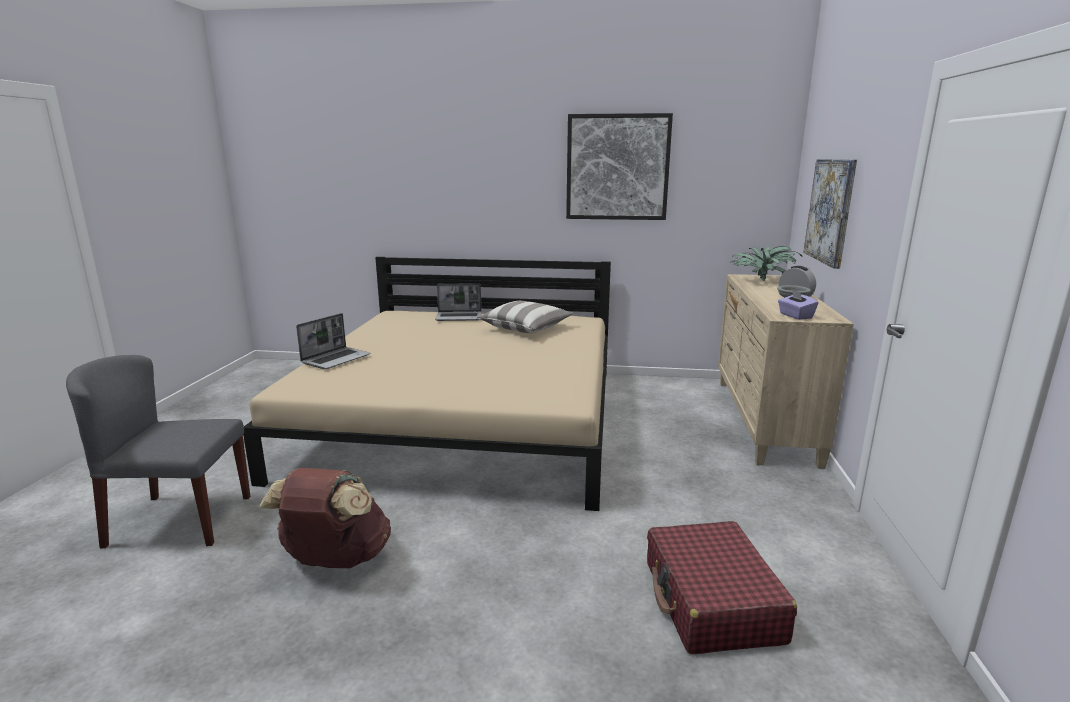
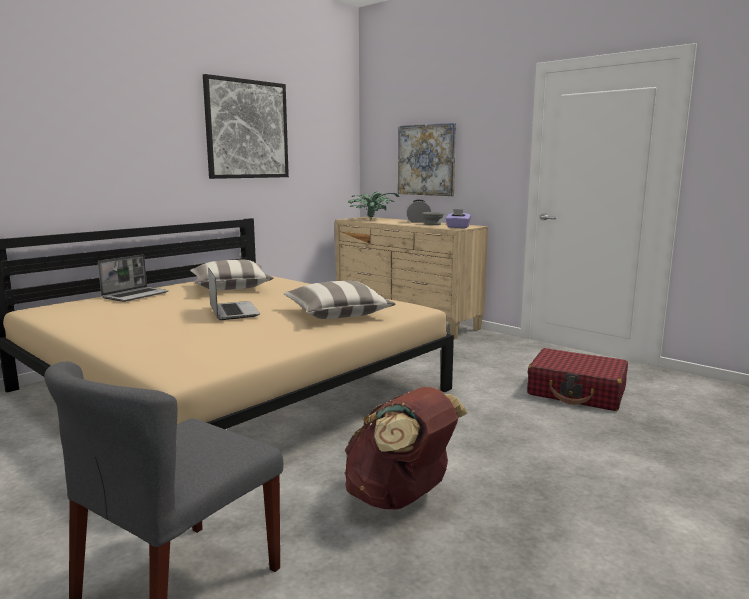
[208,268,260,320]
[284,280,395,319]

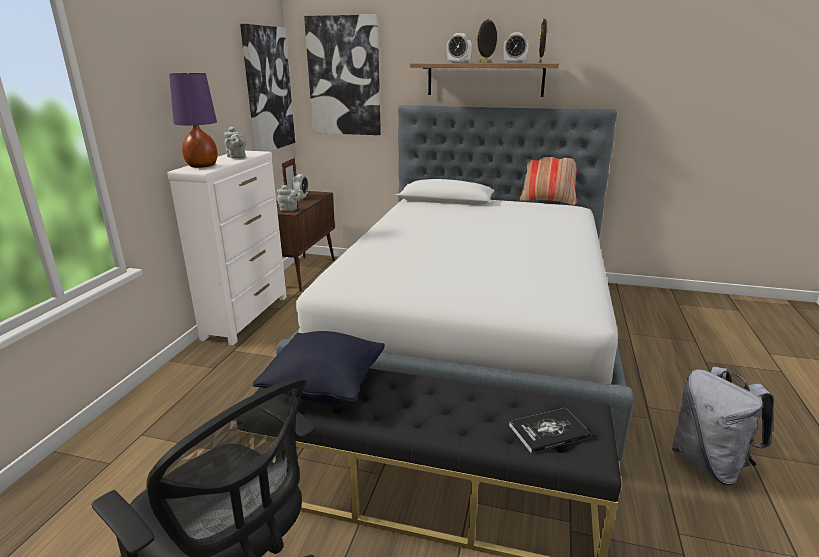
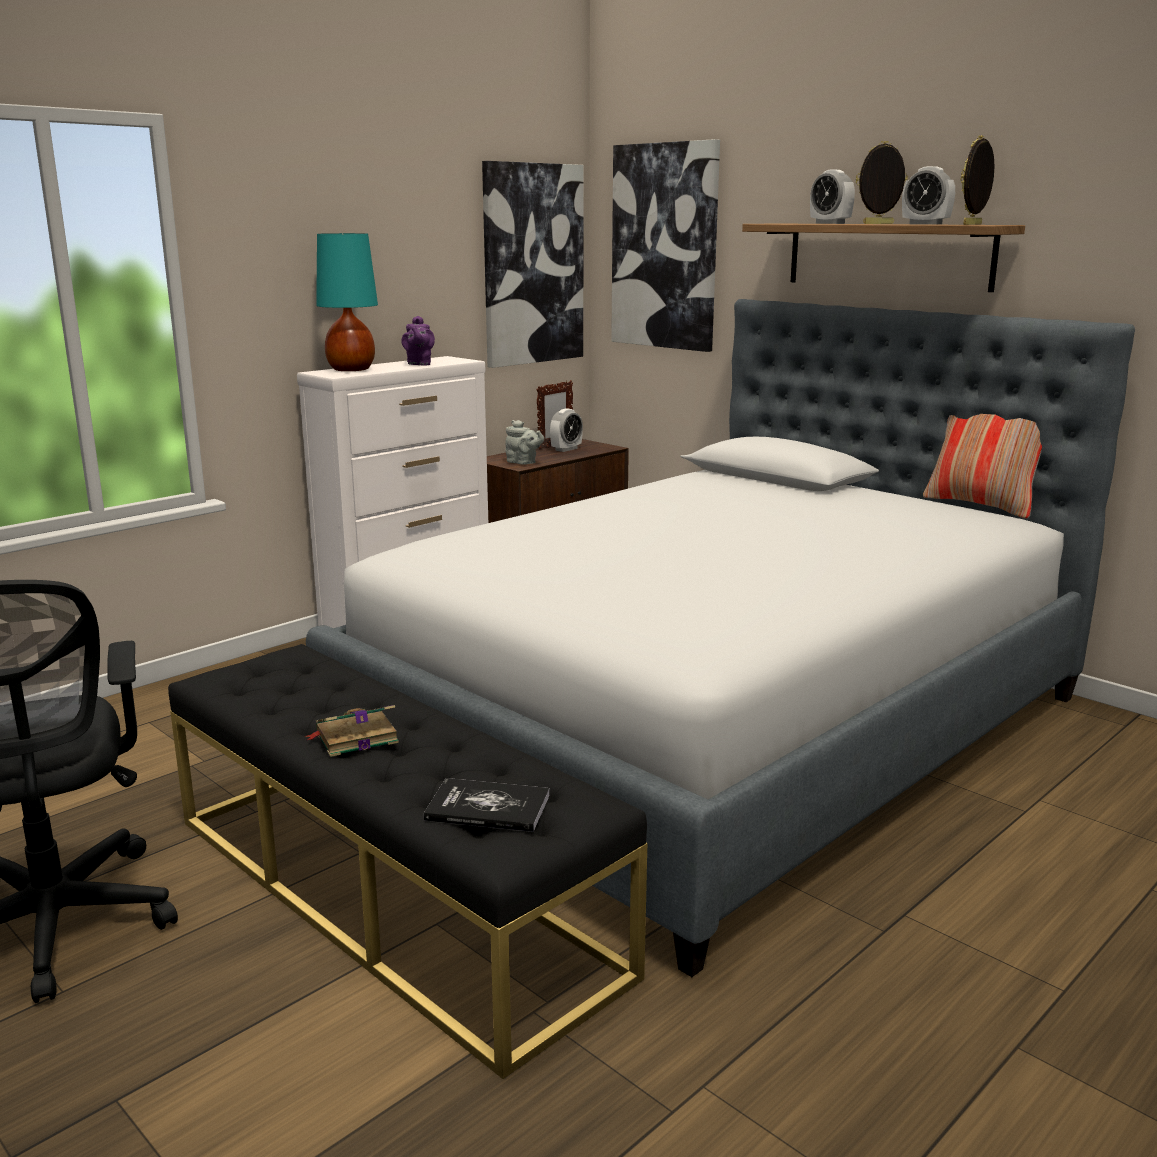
[316,233,378,371]
[401,316,435,366]
[253,331,385,404] (first image)
[672,366,774,485] (first image)
[305,705,399,757]

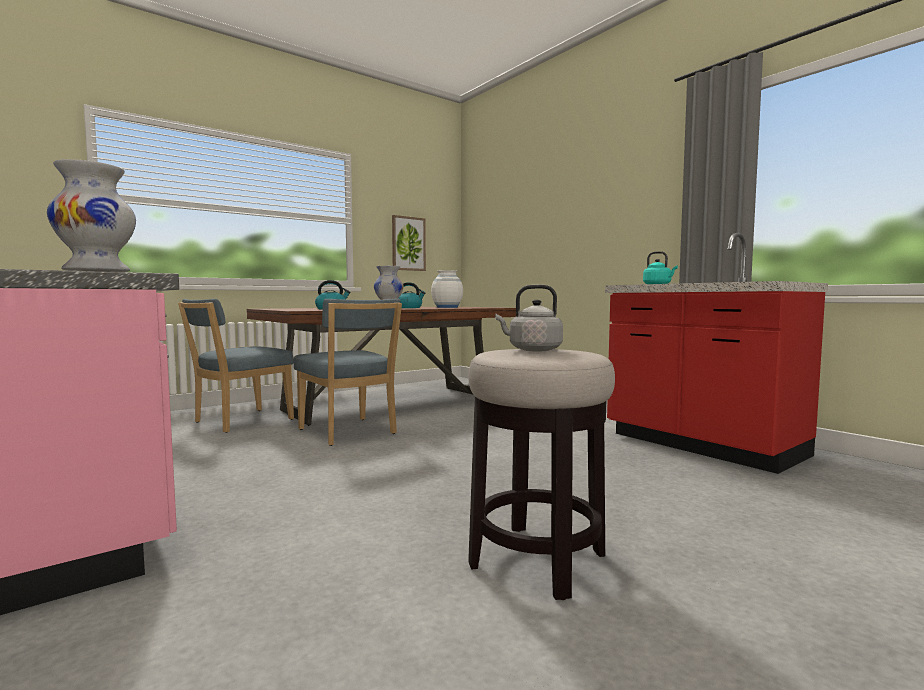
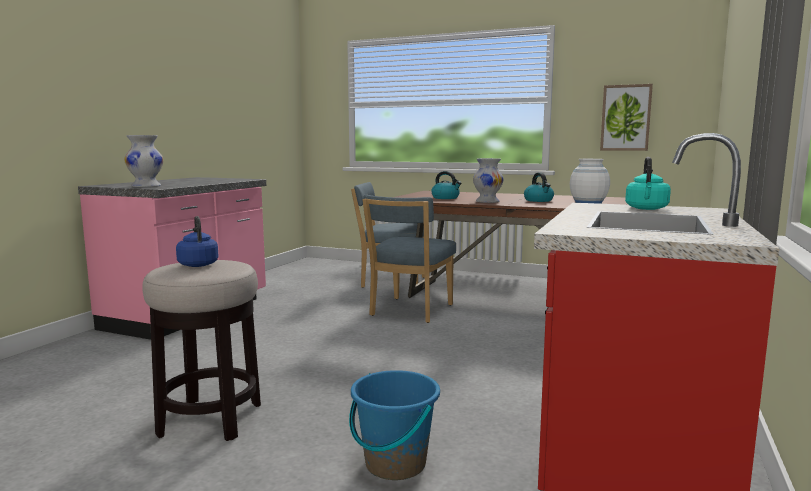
[176,216,218,267]
[349,370,440,480]

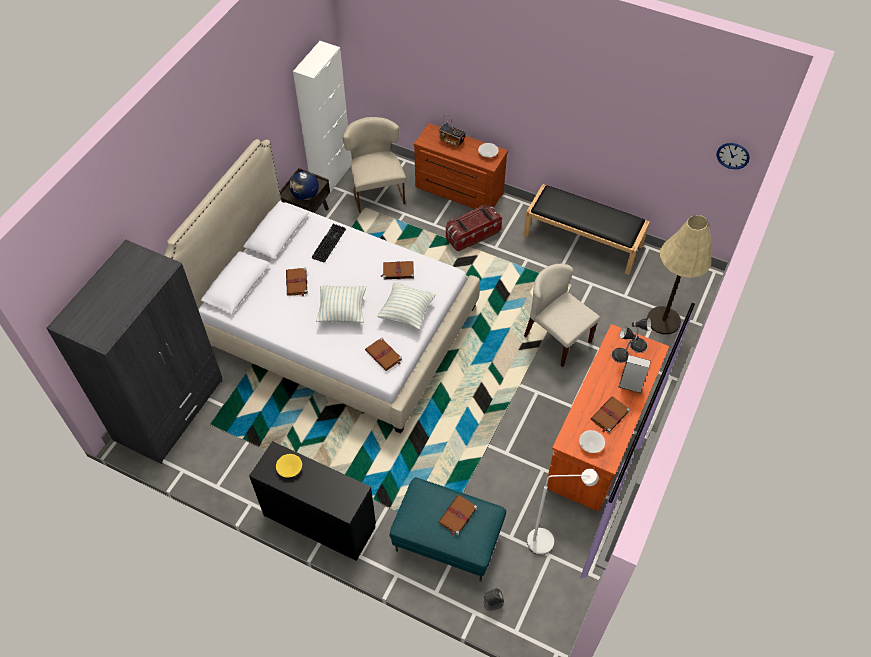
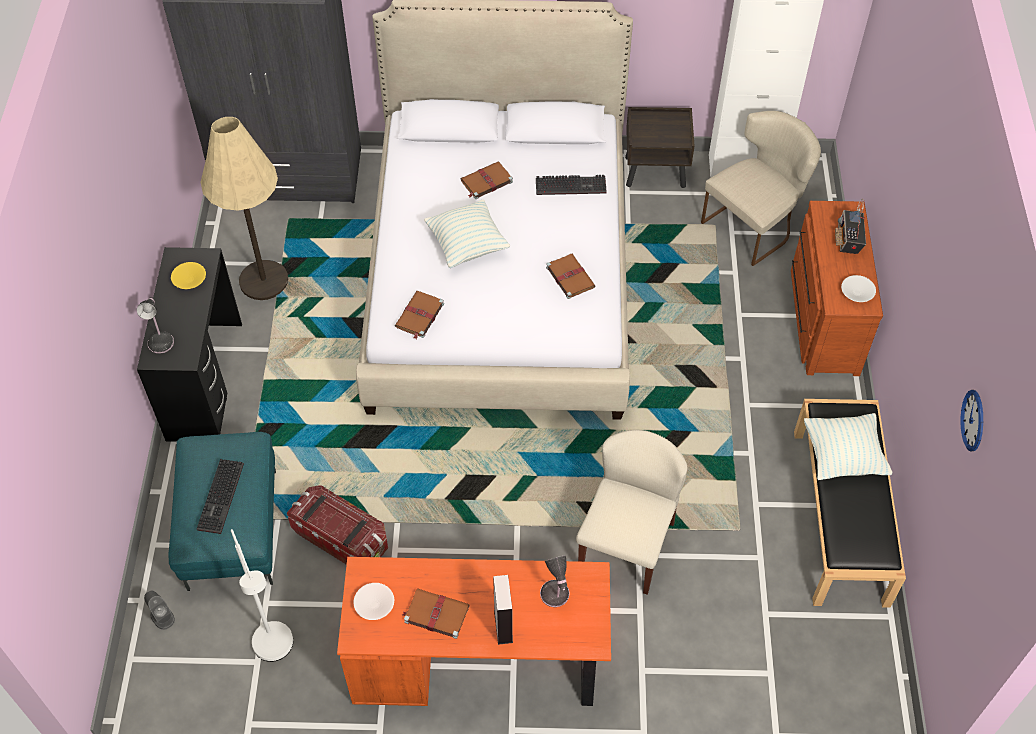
[289,171,319,201] (first image)
[804,413,892,480]
[197,459,244,534]
[287,485,388,565]
[137,297,174,354]
[200,117,288,300]
[960,390,983,451]

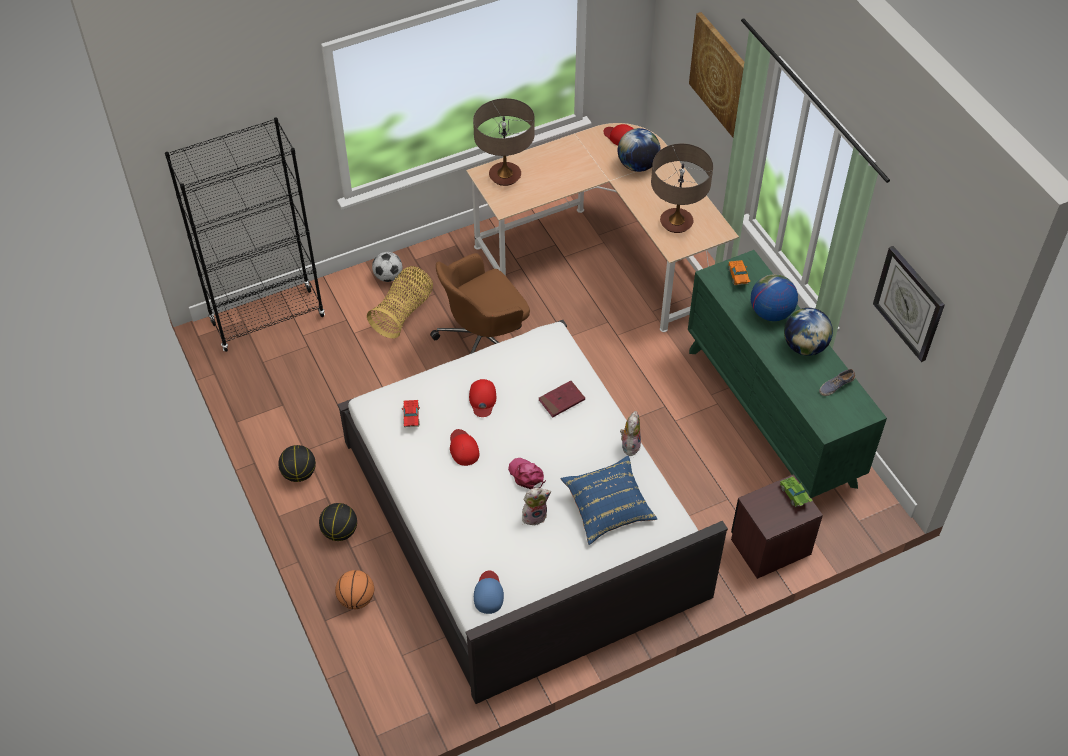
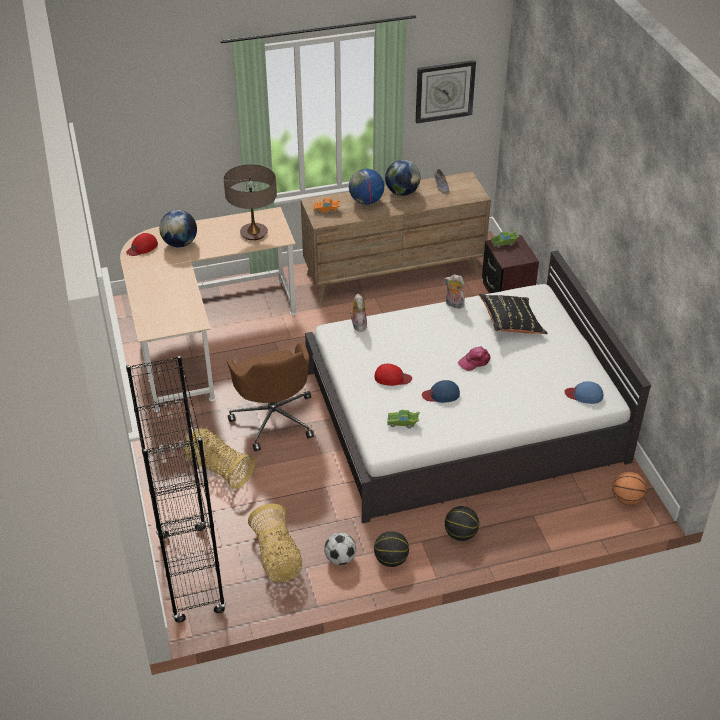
[612,471,647,505]
[324,533,356,565]
[387,410,420,429]
[422,380,460,403]
[473,98,535,186] (first image)
[350,294,367,332]
[539,380,585,418] (first image)
[478,294,548,334]
[301,172,491,304]
[689,12,744,137] (first image)
[248,503,303,582]

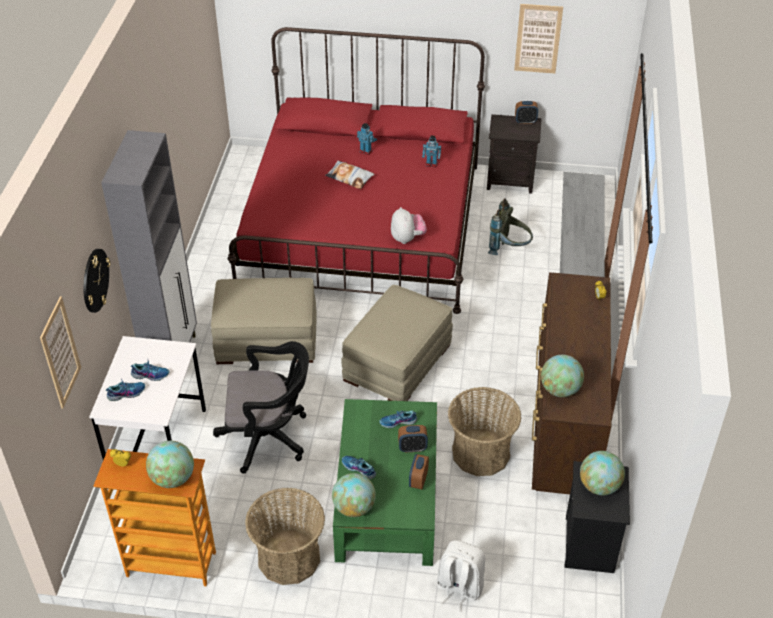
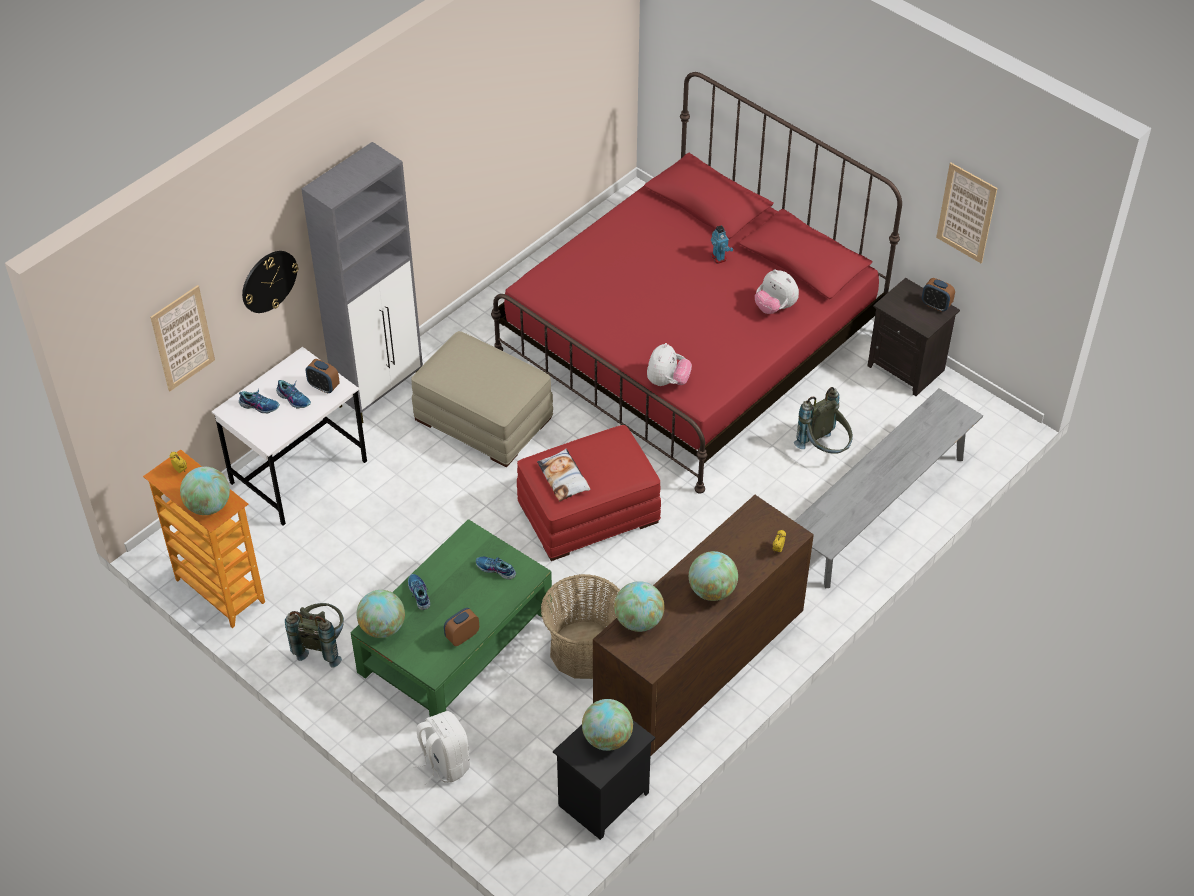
[213,341,309,474] (first image)
[285,603,344,667]
[537,449,590,501]
[517,425,661,561]
[305,359,340,394]
[755,269,799,314]
[689,551,738,601]

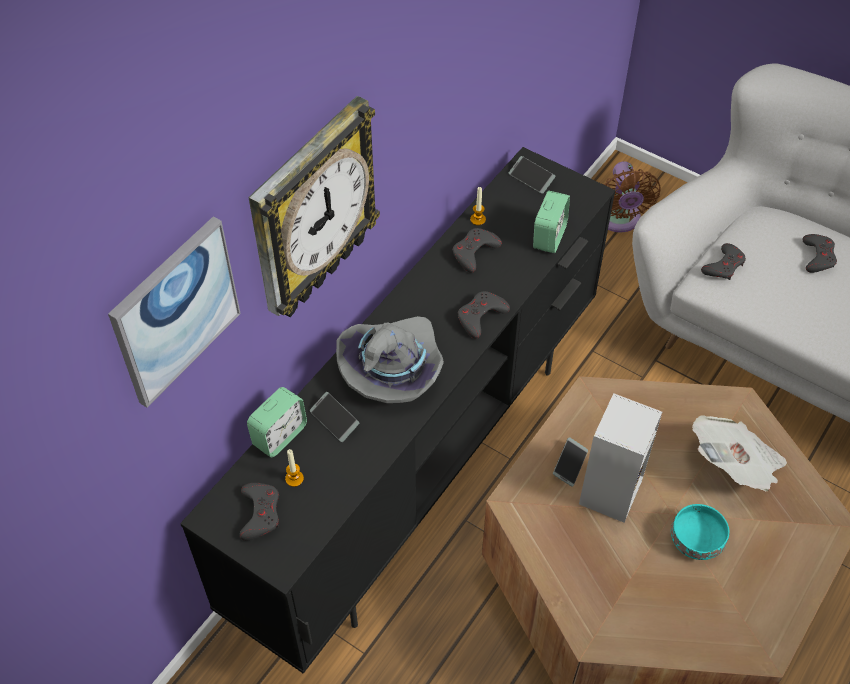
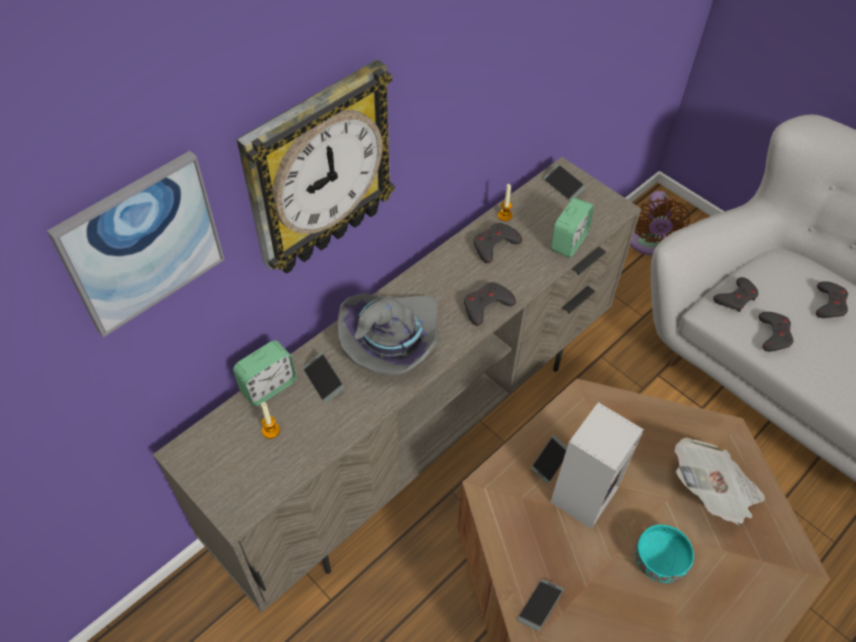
[153,157,641,613]
[758,312,794,352]
[517,579,564,631]

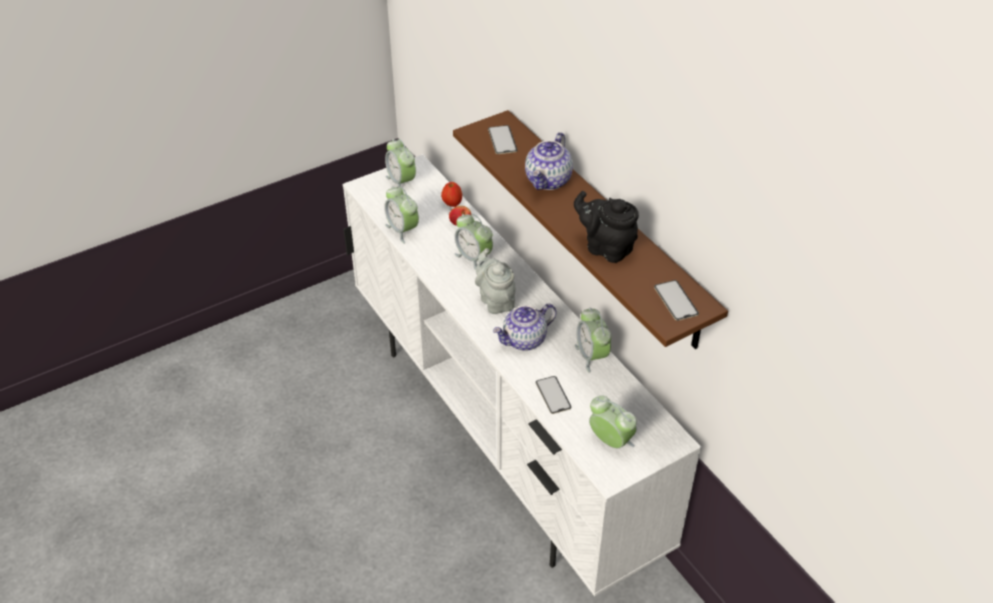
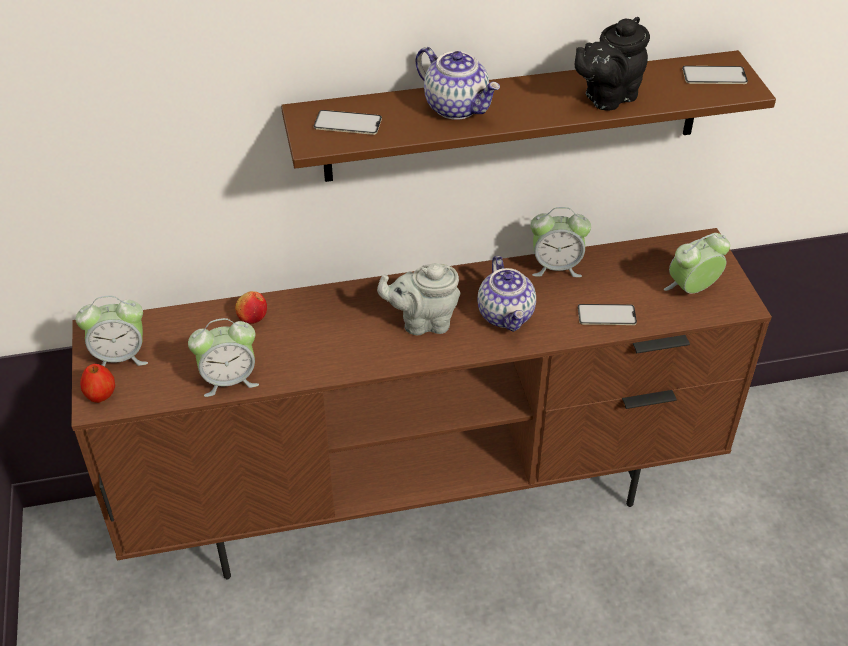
[72,228,772,579]
[80,364,115,403]
[455,214,493,270] (first image)

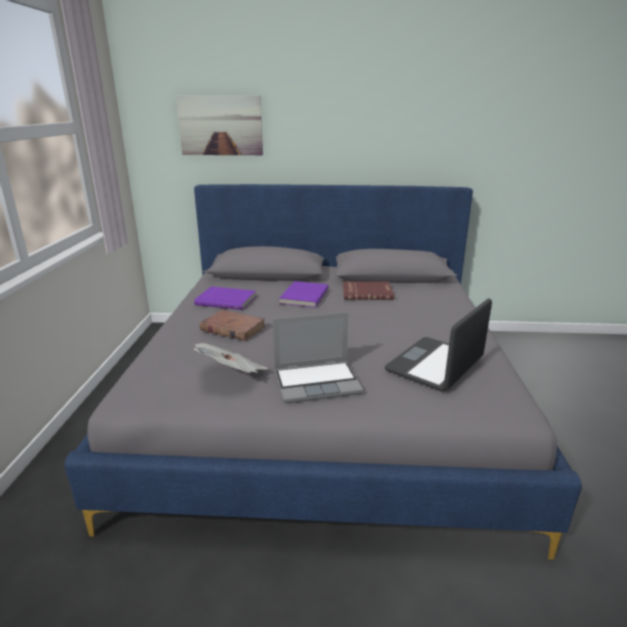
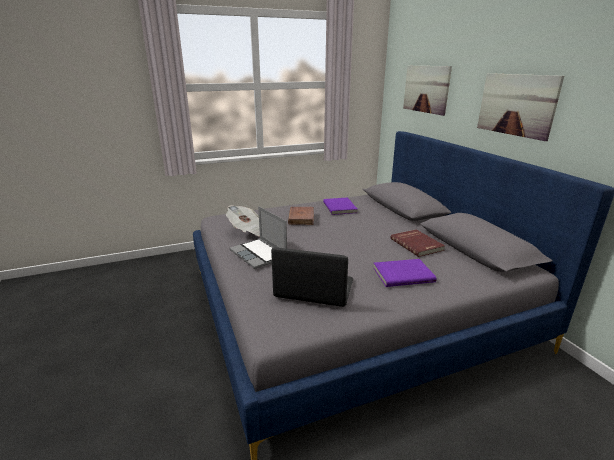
[373,259,437,287]
[477,73,564,141]

